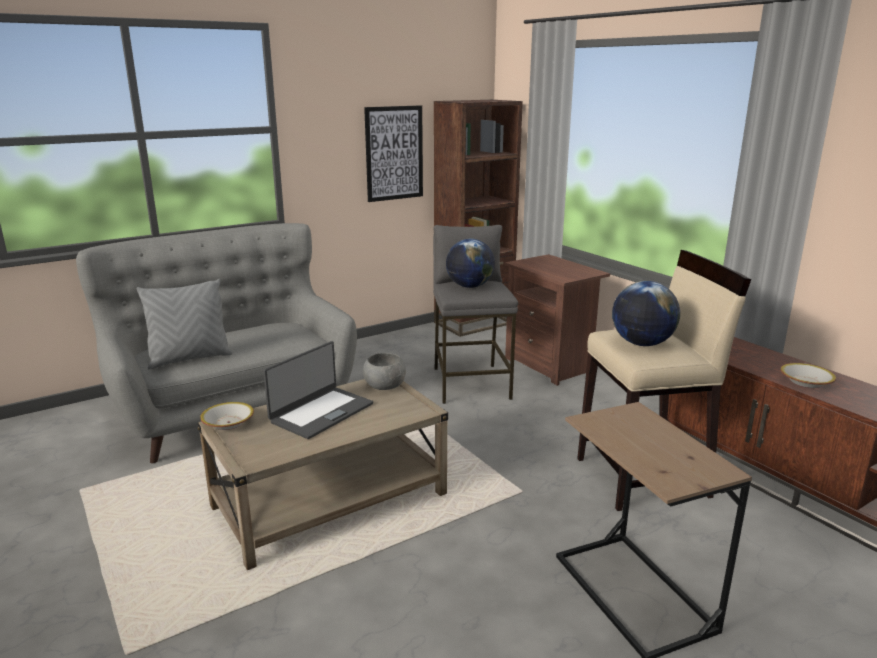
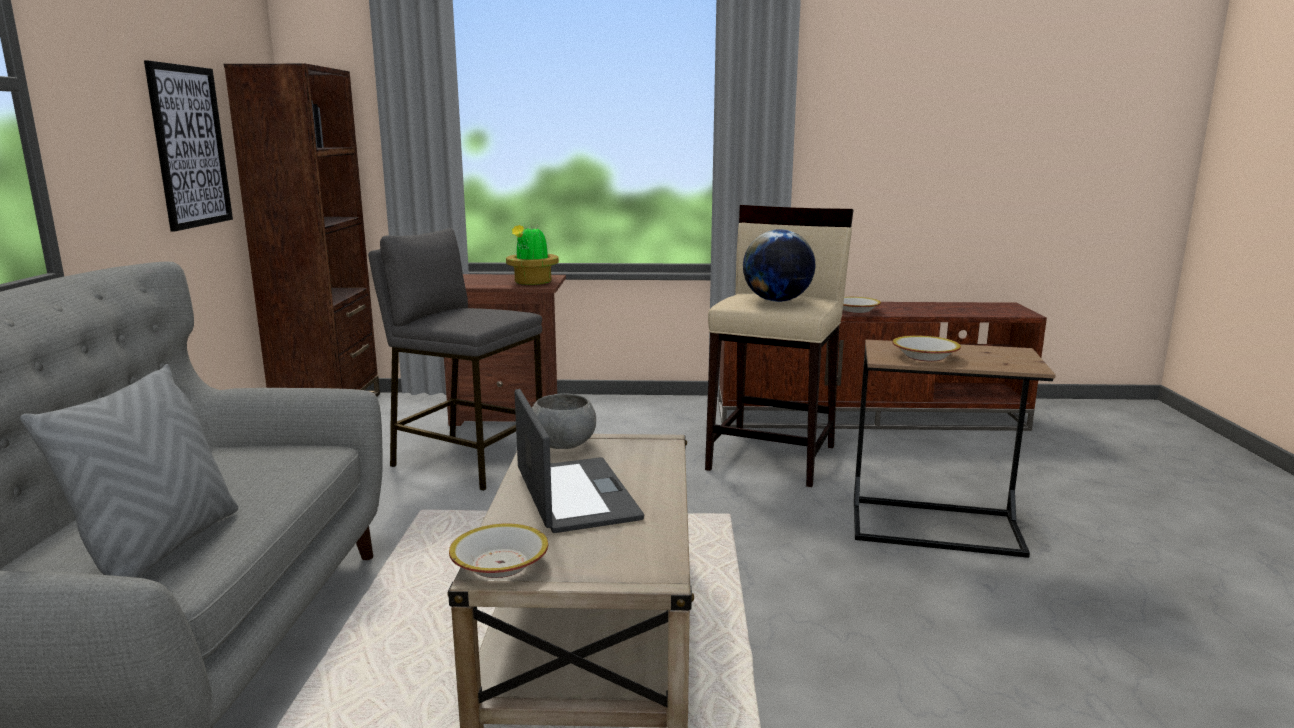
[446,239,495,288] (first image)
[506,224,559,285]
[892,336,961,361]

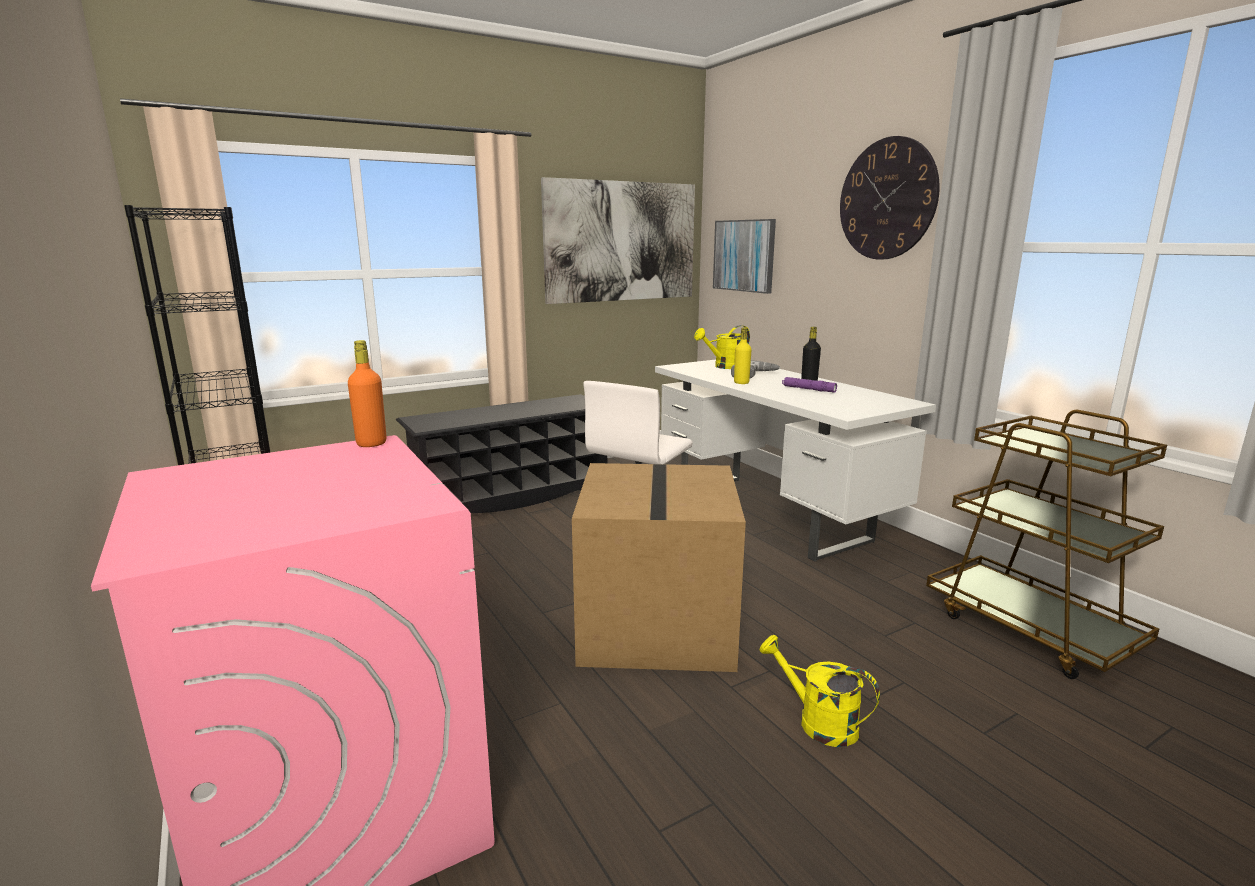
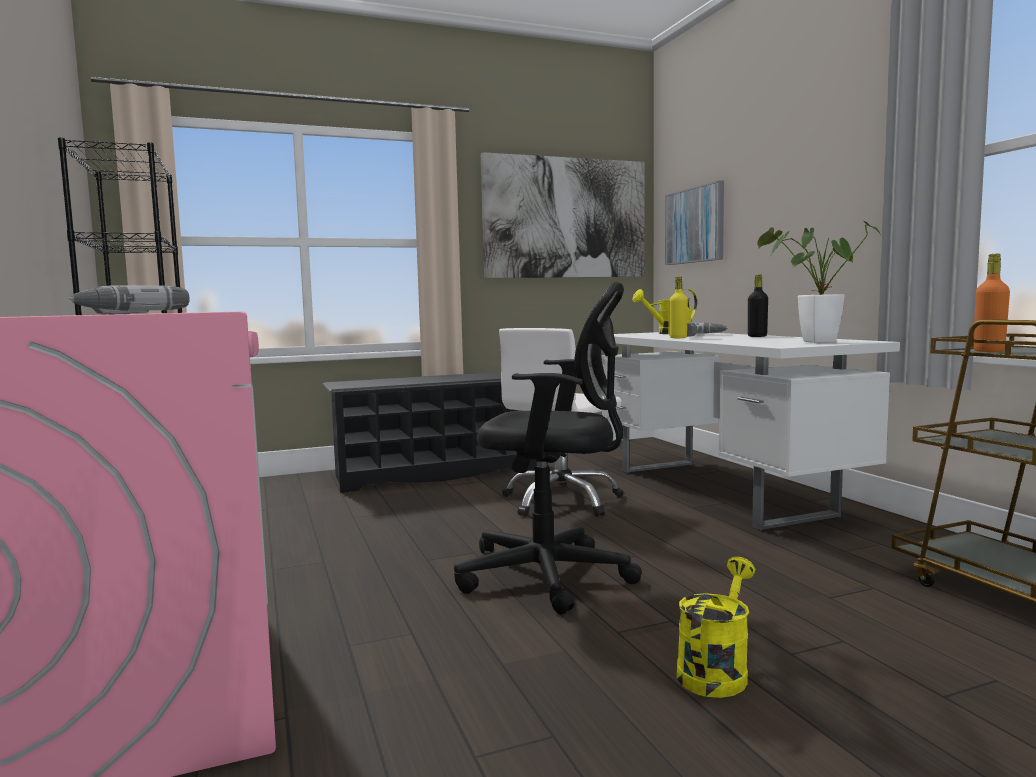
[973,254,1010,352]
[454,282,642,615]
[677,557,756,698]
[782,377,837,393] (first image)
[840,136,940,260] (first image)
[69,285,190,314]
[757,220,882,343]

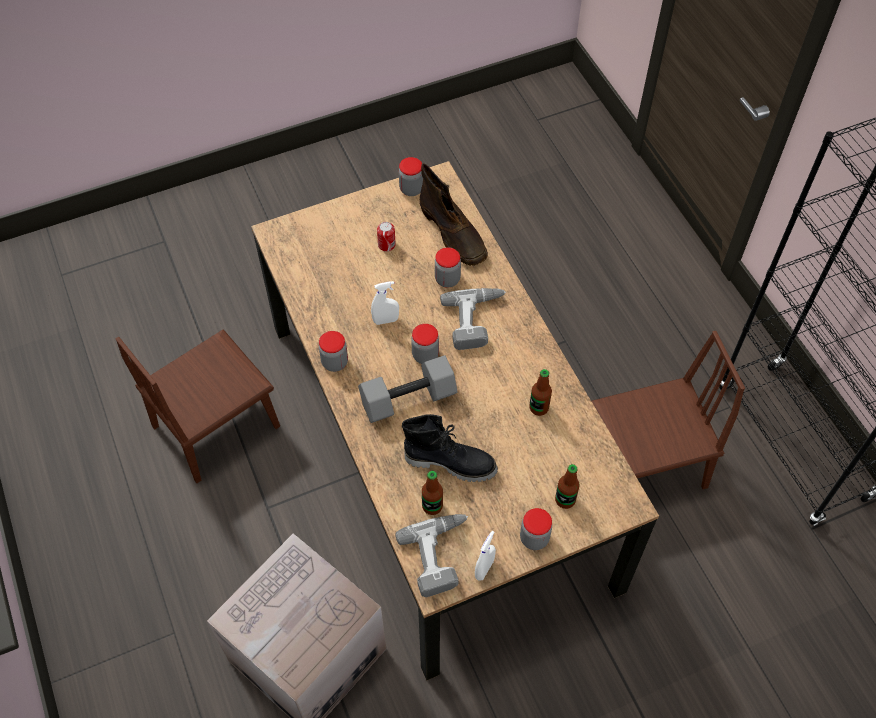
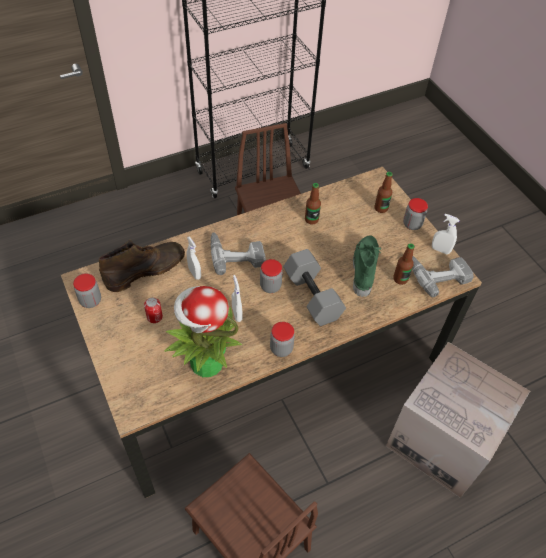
[353,235,381,297]
[187,236,201,280]
[164,286,242,377]

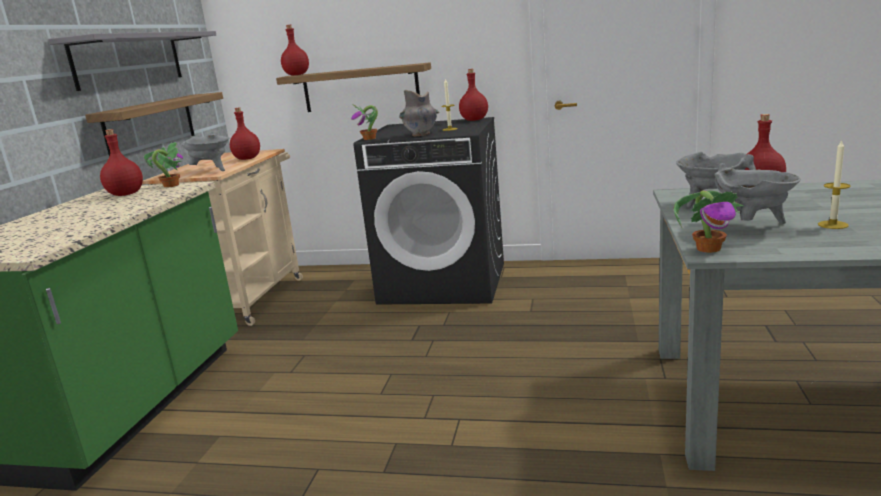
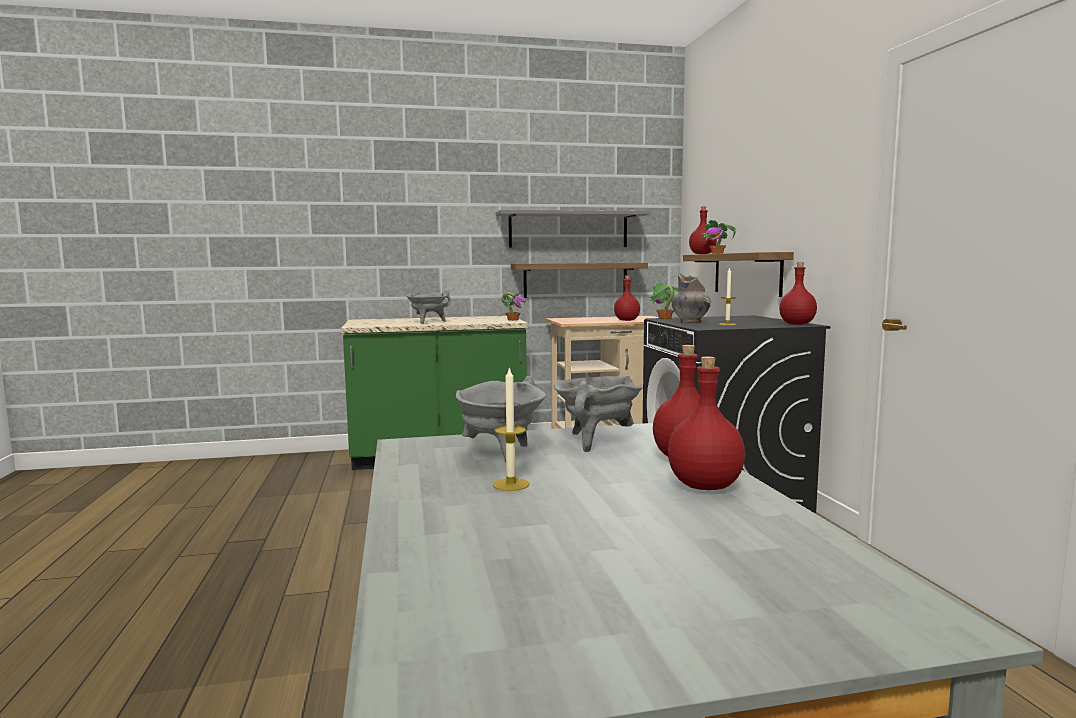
[668,356,745,490]
[406,290,451,324]
[702,220,736,254]

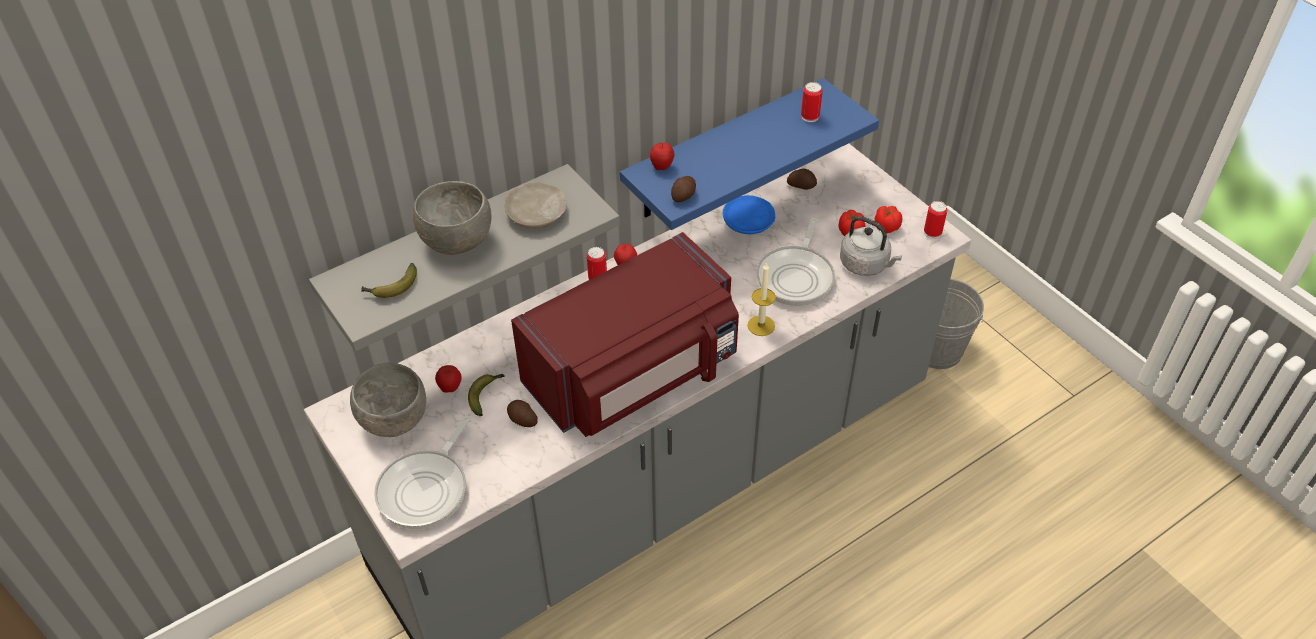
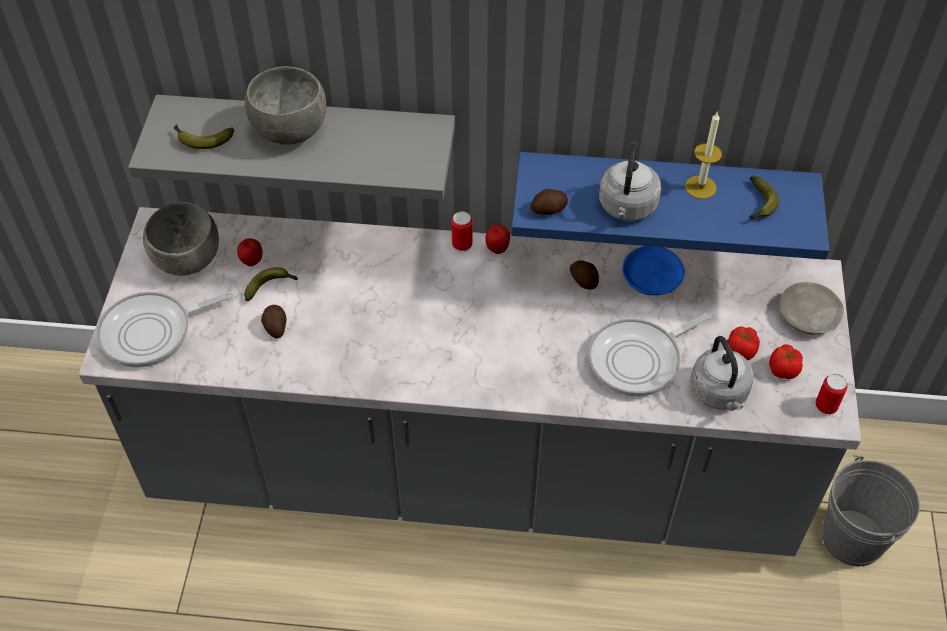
[779,282,844,334]
[511,232,739,437] (first image)
[650,143,674,170] (first image)
[685,111,722,199]
[570,260,599,290]
[749,176,779,220]
[599,142,661,221]

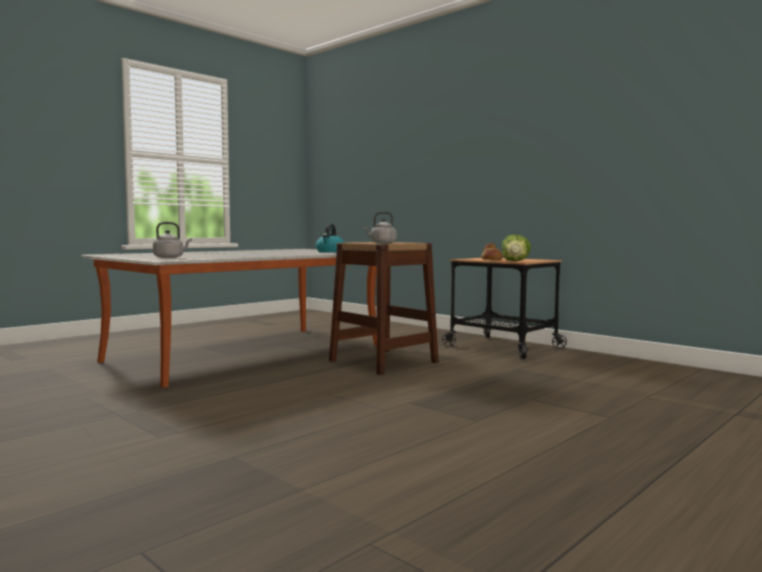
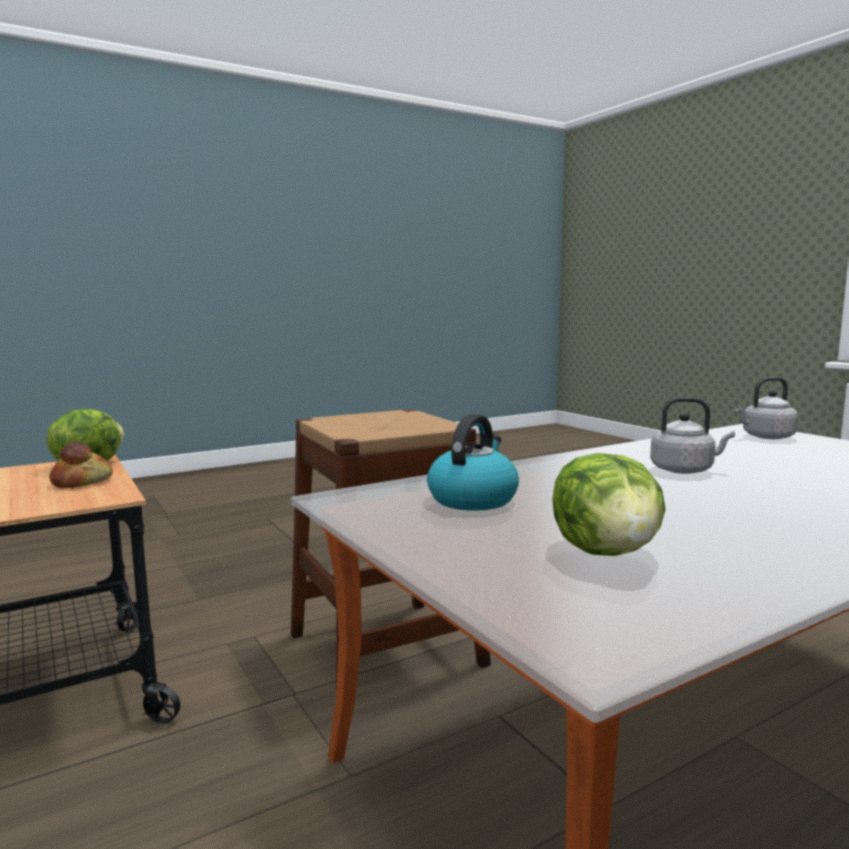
[650,397,735,474]
[552,453,666,556]

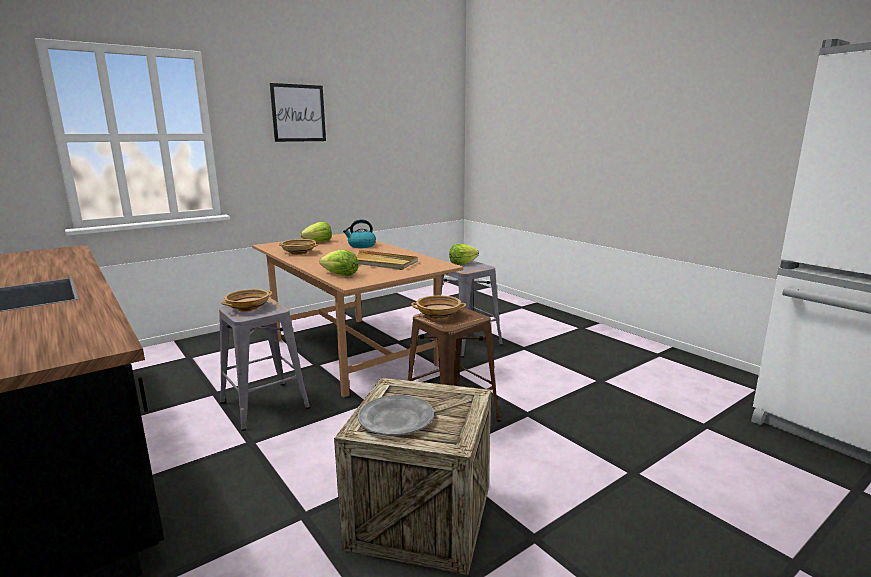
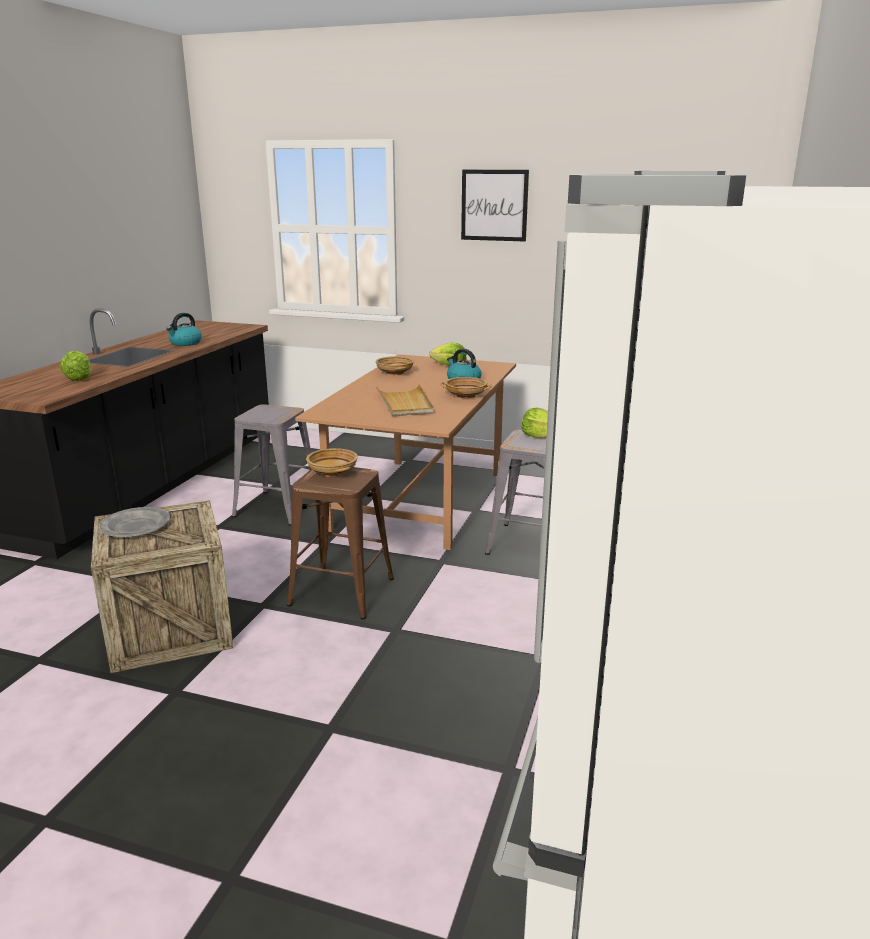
[440,377,492,398]
[60,351,92,381]
[166,313,202,346]

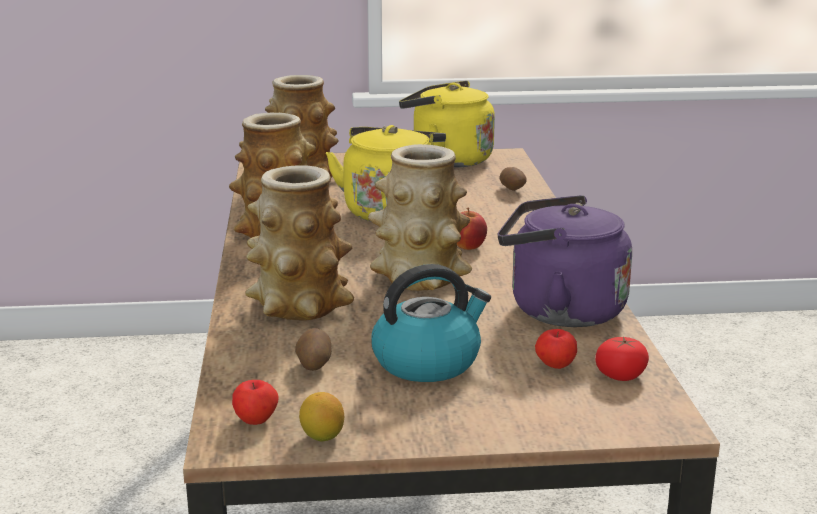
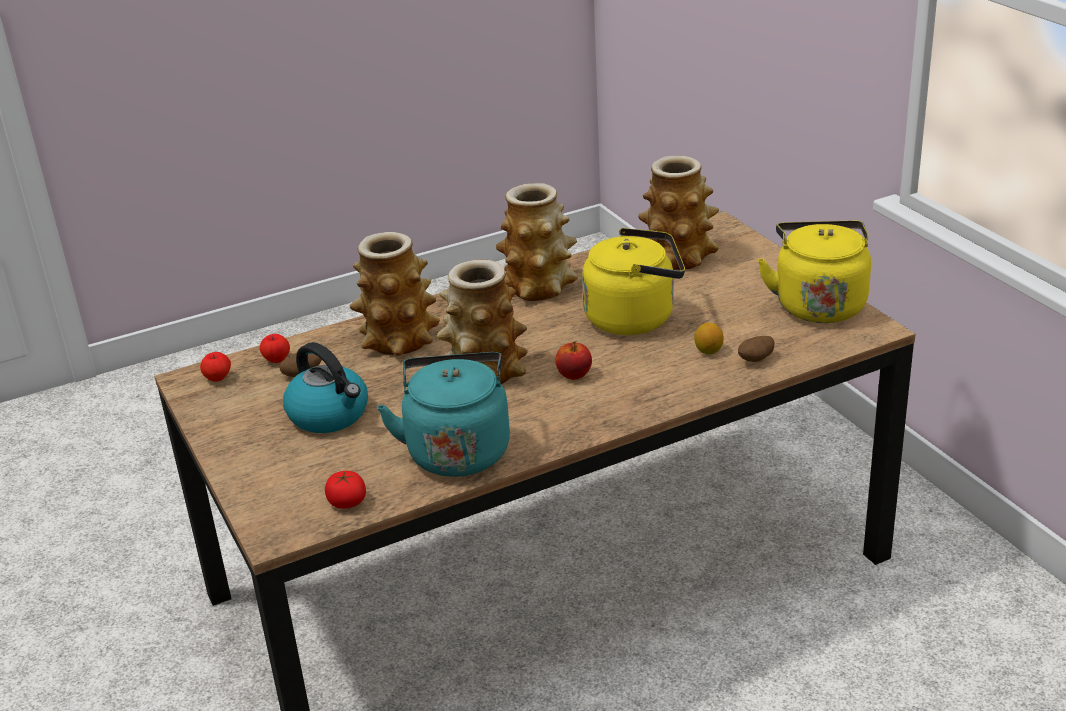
[694,323,724,354]
[377,352,510,477]
[260,334,290,363]

